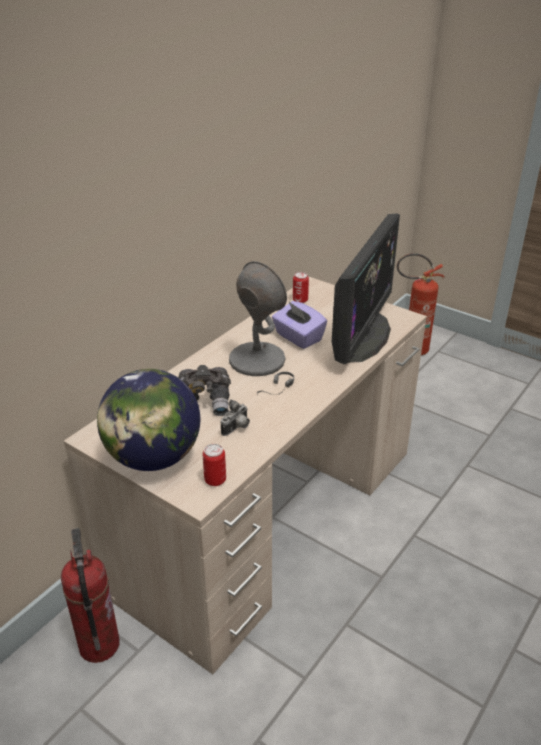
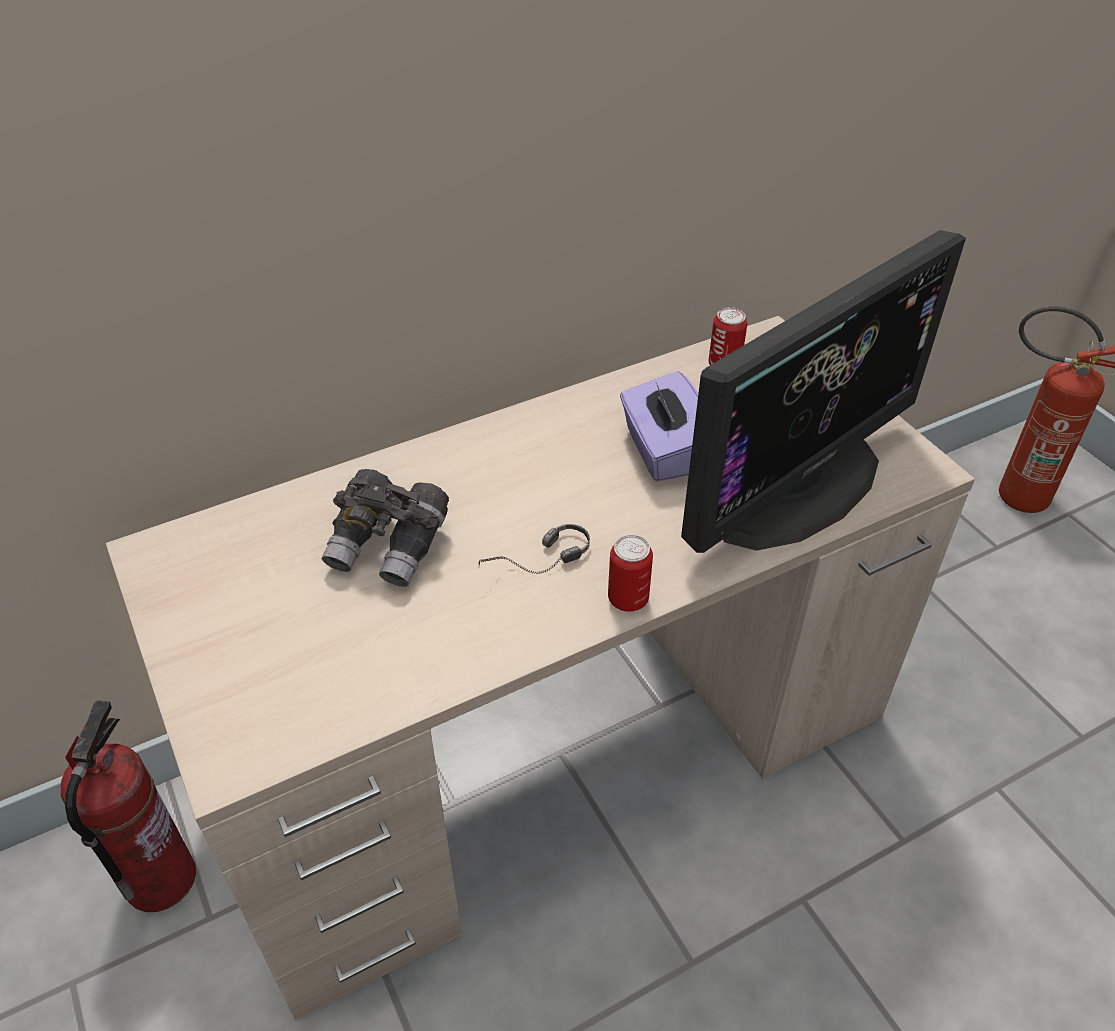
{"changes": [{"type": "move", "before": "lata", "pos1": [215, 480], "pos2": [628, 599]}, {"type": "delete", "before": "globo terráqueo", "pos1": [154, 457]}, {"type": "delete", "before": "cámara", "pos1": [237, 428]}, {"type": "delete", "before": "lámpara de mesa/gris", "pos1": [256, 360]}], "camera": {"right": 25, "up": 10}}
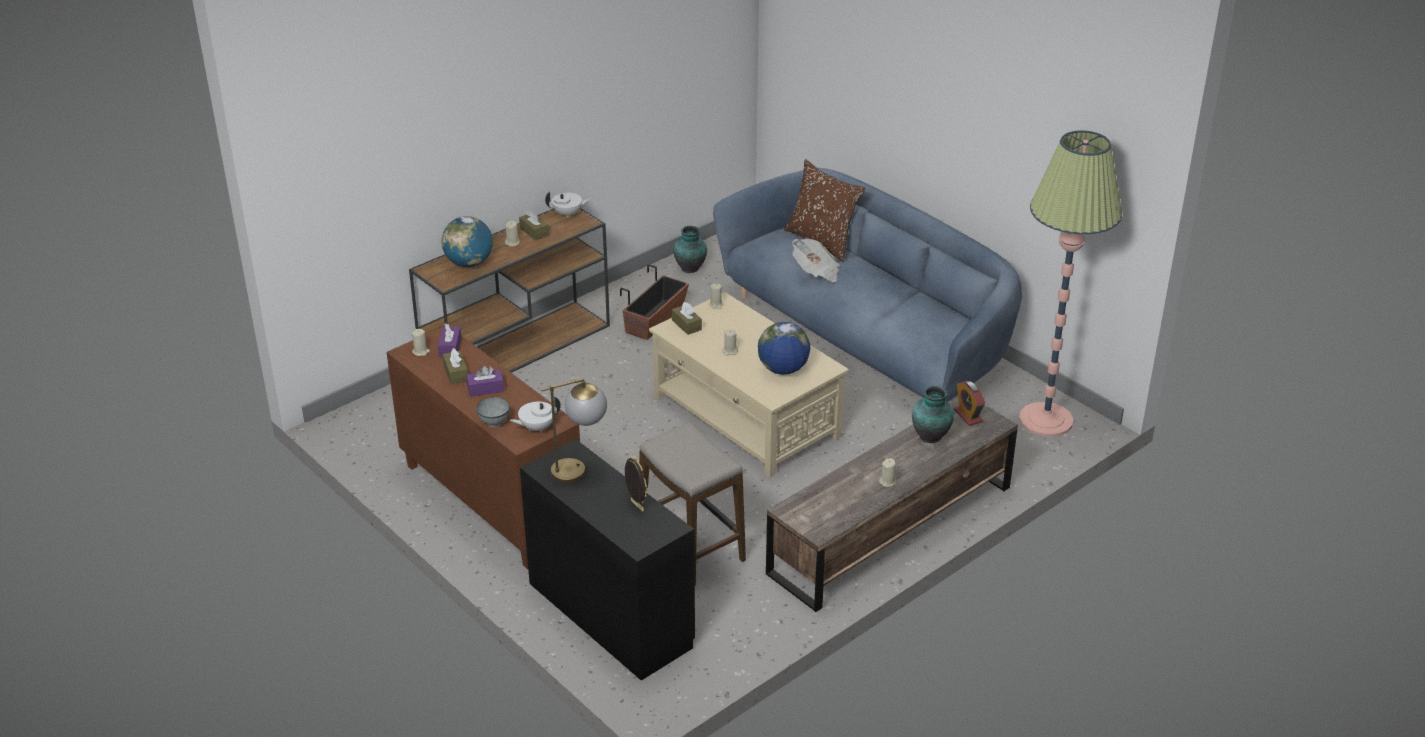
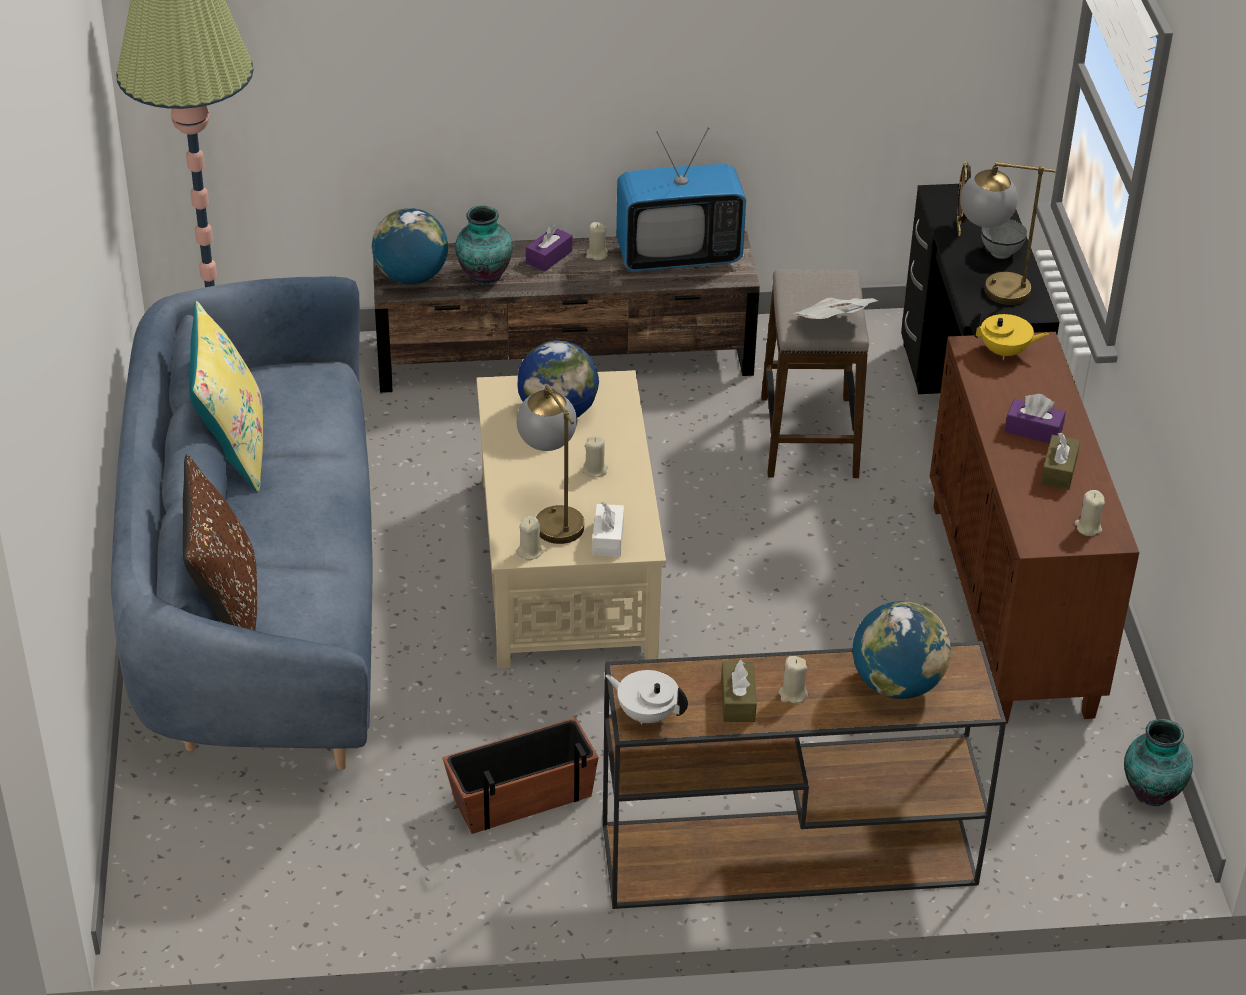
{"changes": [{"type": "insert", "after": "cojín/amarillo", "pos2": [232, 447]}, {"type": "replace", "before": "despertador", "after": "globo terráqueo", "pos1": [968, 416], "pos2": [411, 277]}, {"type": "insert", "after": "lámpara de mesa", "pos2": [551, 516]}, {"type": "move", "before": "caja de pañuelos/morado", "pos1": [450, 347], "pos2": [549, 257]}, {"type": "recolor", "before": "caja de pañuelos/marrón", "after": "caja de pañuelos/blanco", "pos1": [686, 325], "pos2": [608, 538]}, {"type": "insert", "after": "televisor", "pos2": [678, 255]}, {"type": "move", "before": "periódico", "pos1": [816, 272], "pos2": [833, 325]}, {"type": "recolor", "before": "tetera/blanco", "after": "tetera/amarillo", "pos1": [536, 427], "pos2": [1005, 352]}, {"type": "move", "before": "cuenco/gris", "pos1": [494, 422], "pos2": [1001, 252]}, {"type": "move", "before": "florero", "pos1": [691, 268], "pos2": [1150, 792]}], "camera": {"right": -145, "up": 5}}
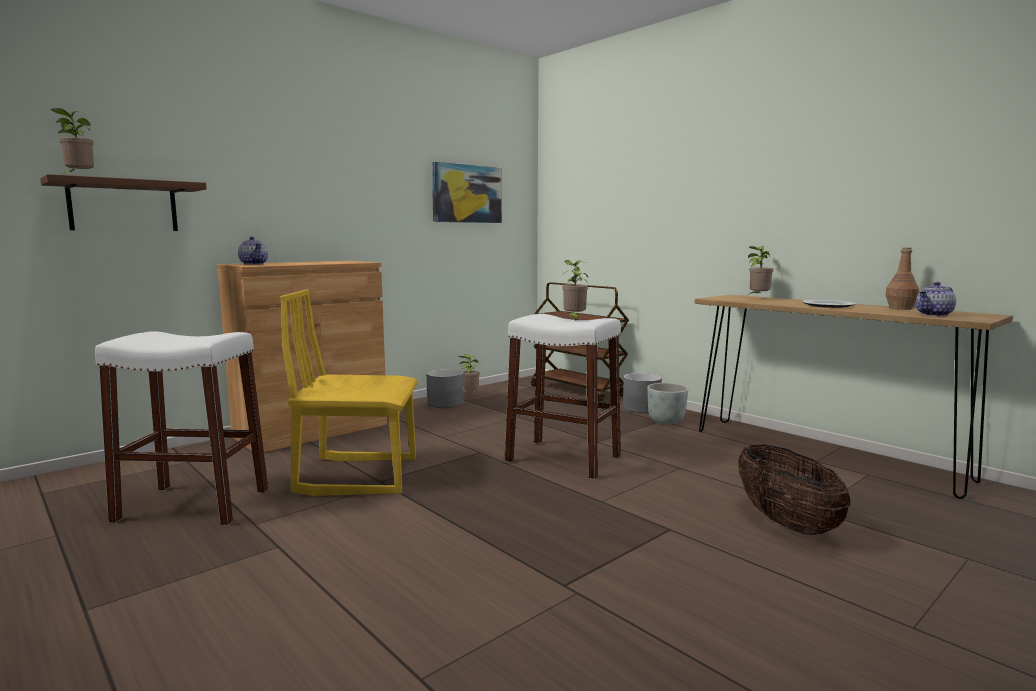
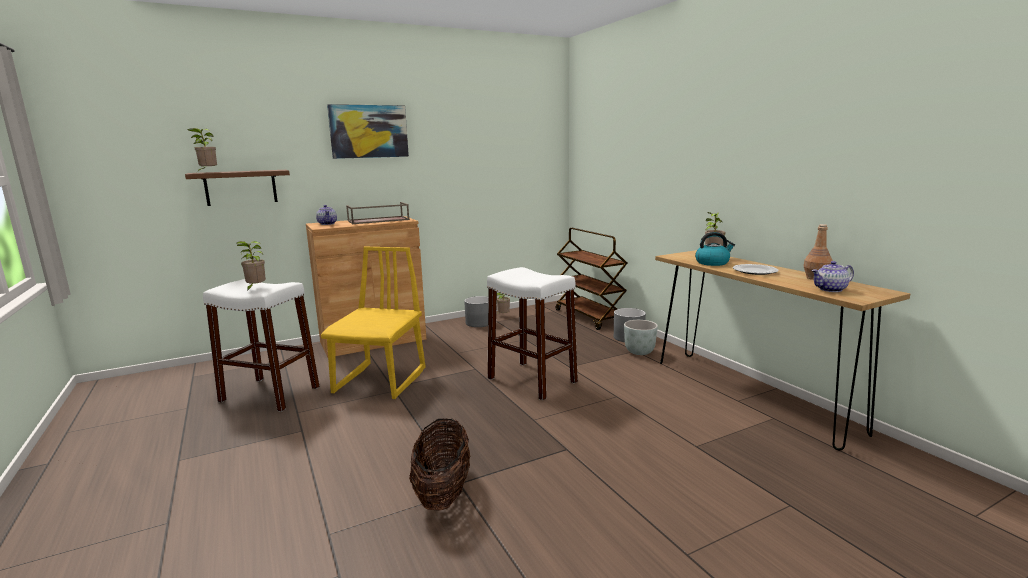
{"changes": [{"type": "move", "before": "planta en maceta", "pos1": [574, 319], "pos2": [255, 289]}, {"type": "rotate", "before": "silla/amarillo", "pos1": [358, 475], "pos2": [381, 381], "turn": 90}, {"type": "move", "before": "cuadro", "pos1": [467, 194], "pos2": [369, 131]}, {"type": "insert", "after": "bandeja/marrón", "pos2": [378, 220]}, {"type": "move", "before": "cesta", "pos1": [786, 523], "pos2": [443, 492]}, {"type": "insert", "after": "hervidor", "pos2": [712, 263]}], "camera": {"right": 15, "up": 5}}
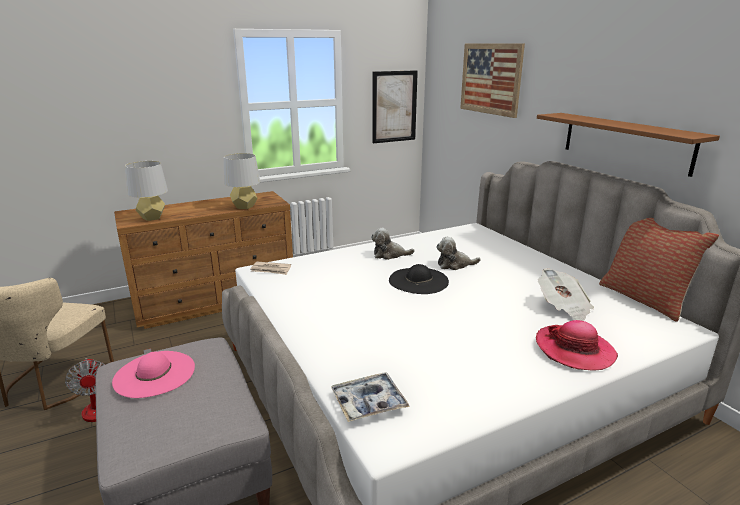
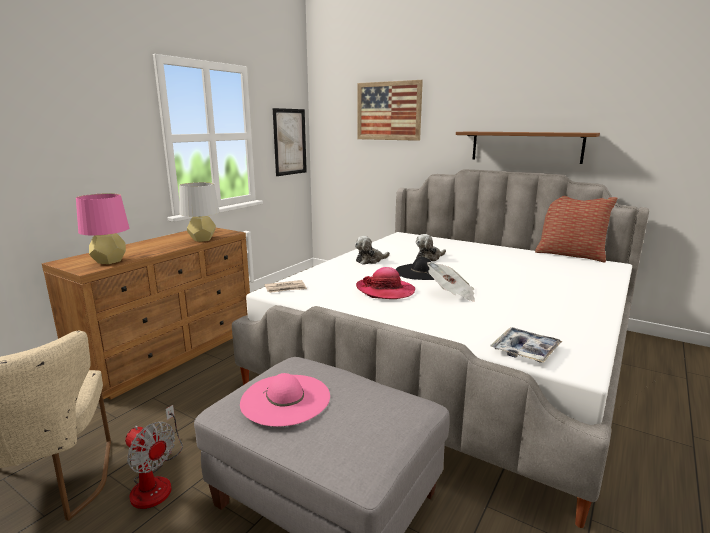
{"changes": [{"type": "recolor", "before": "lámpara de mesa/gris", "after": "lámpara de mesa/rosa", "pos1": [152, 218], "pos2": [109, 261]}, {"type": "move", "before": "sombrero", "pos1": [574, 350], "pos2": [385, 290]}, {"type": "move", "before": "periódico", "pos1": [563, 308], "pos2": [451, 294]}], "camera": {"right": -30, "up": -5}}
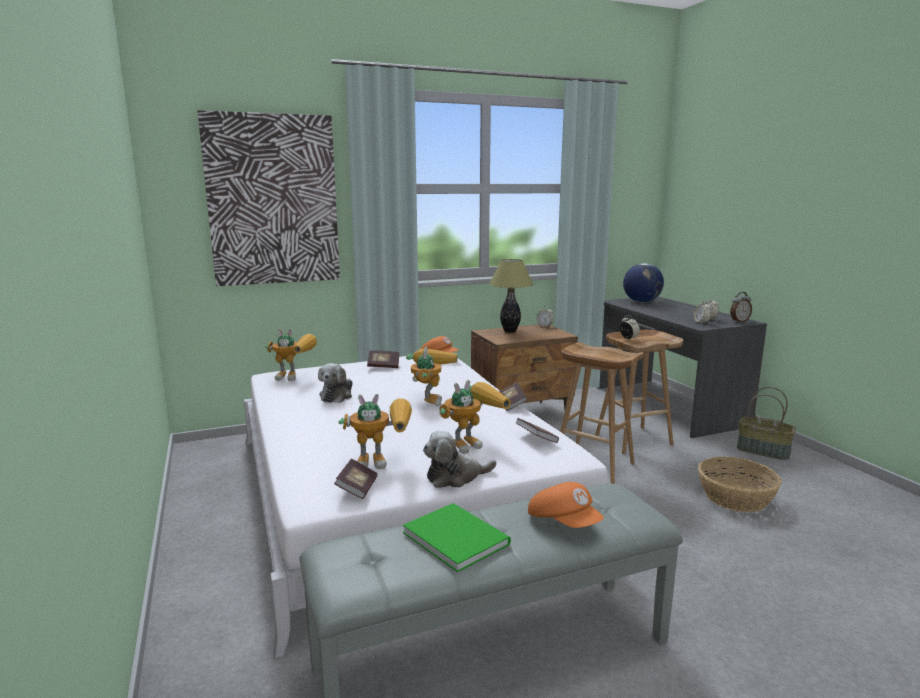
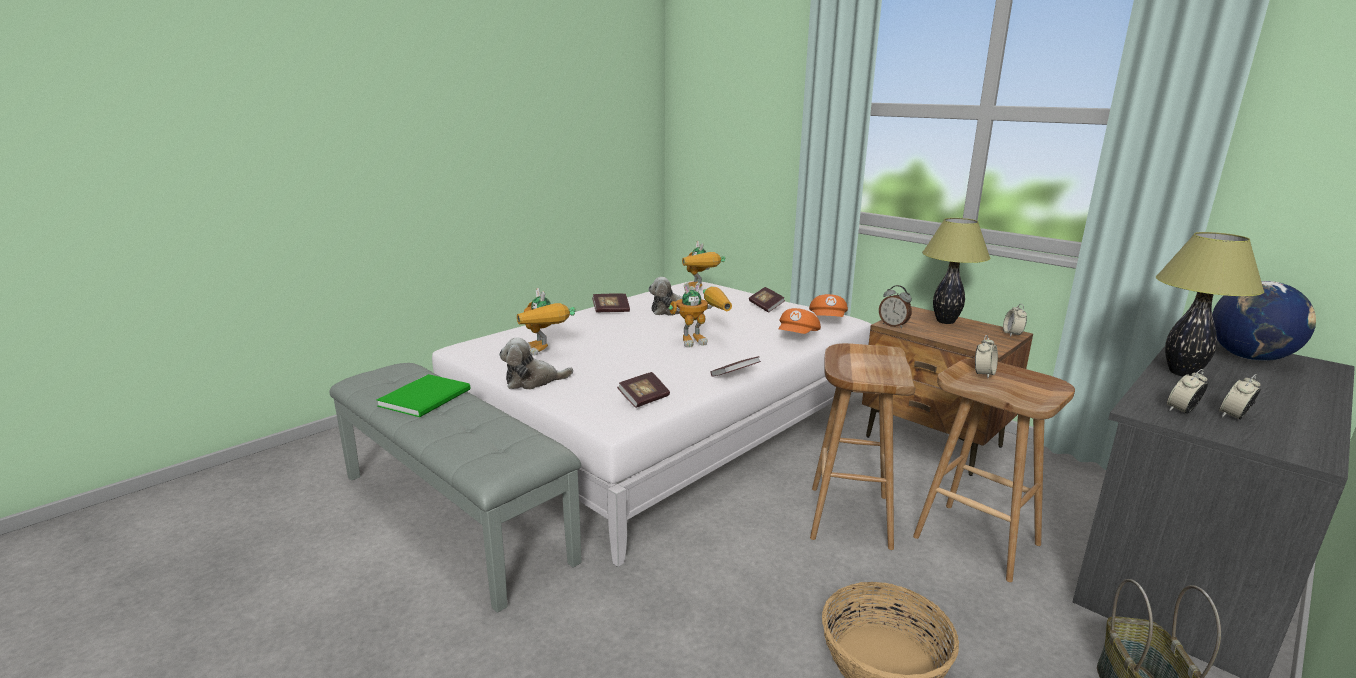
{"changes": [{"type": "rotate", "before": "peluche", "pos1": [455, 477], "pos2": [533, 381], "turn": -60}, {"type": "move", "before": "libro", "pos1": [357, 489], "pos2": [611, 310]}, {"type": "move", "before": "gorra/naranja", "pos1": [564, 522], "pos2": [798, 336]}, {"type": "move", "before": "despertador", "pos1": [739, 321], "pos2": [893, 325]}, {"type": "insert", "after": "lámpara de mesa", "pos2": [1182, 373]}, {"type": "delete", "before": "cuadro", "pos1": [273, 200]}, {"type": "delete", "before": "robot de juguete", "pos1": [472, 443]}], "camera": {"right": 65, "up": 5}}
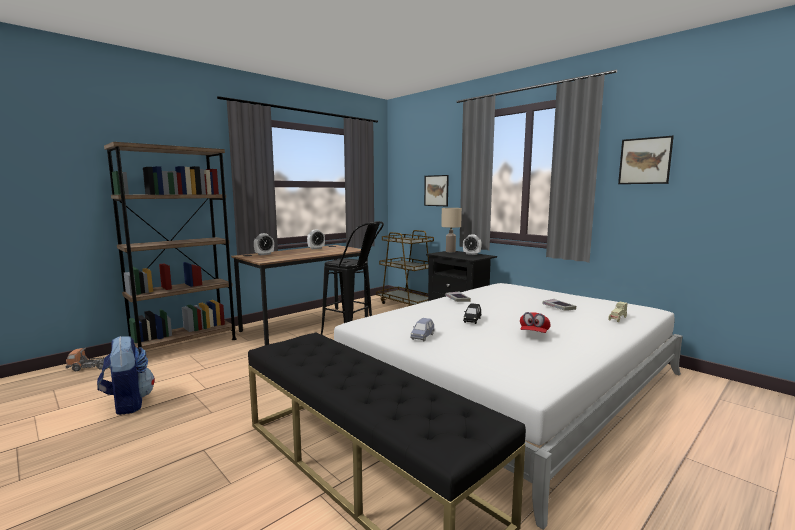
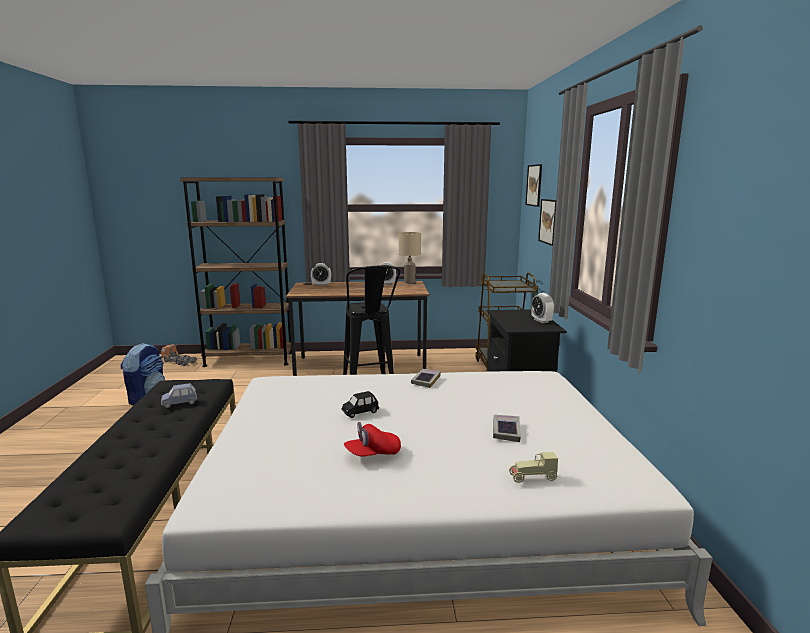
{"changes": [{"type": "move", "before": "coche de juguete/azul", "pos1": [422, 337], "pos2": [179, 403]}, {"type": "move", "before": "lámpara de mesa/beis", "pos1": [451, 251], "pos2": [409, 282]}, {"type": "move", "before": "cuadro", "pos1": [645, 161], "pos2": [534, 185]}], "camera": {"right": 40, "up": 5}}
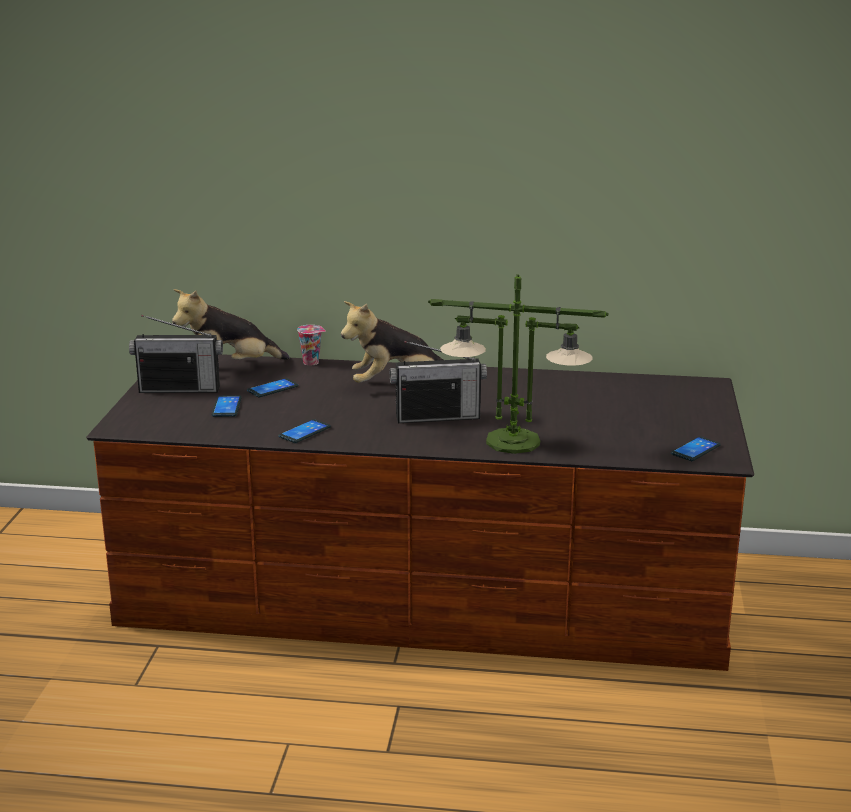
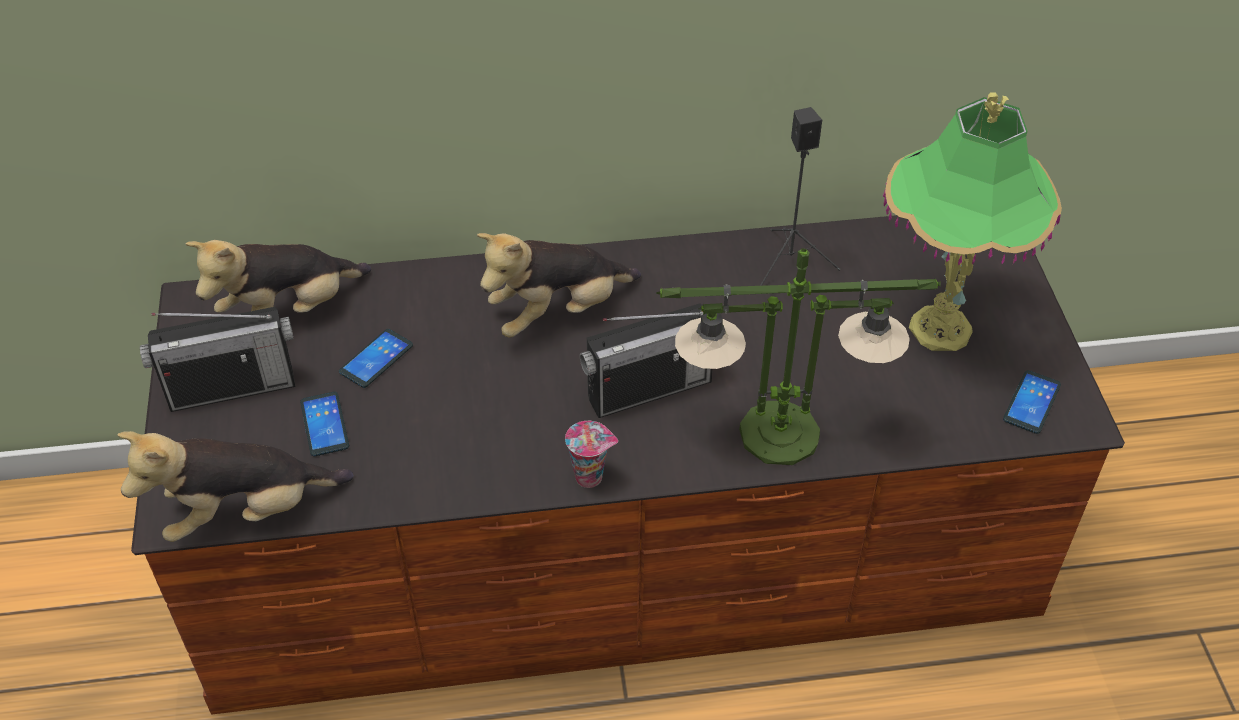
{"changes": [{"type": "insert", "after": "peluche", "pos2": [246, 513]}, {"type": "move", "before": "taza", "pos1": [312, 362], "pos2": [591, 476]}, {"type": "insert", "after": "altavoz/negro", "pos2": [791, 262]}, {"type": "insert", "after": "lámpara de mesa", "pos2": [939, 328]}, {"type": "delete", "before": "móvil", "pos1": [304, 432]}], "camera": {"right": -15, "up": 25}}
